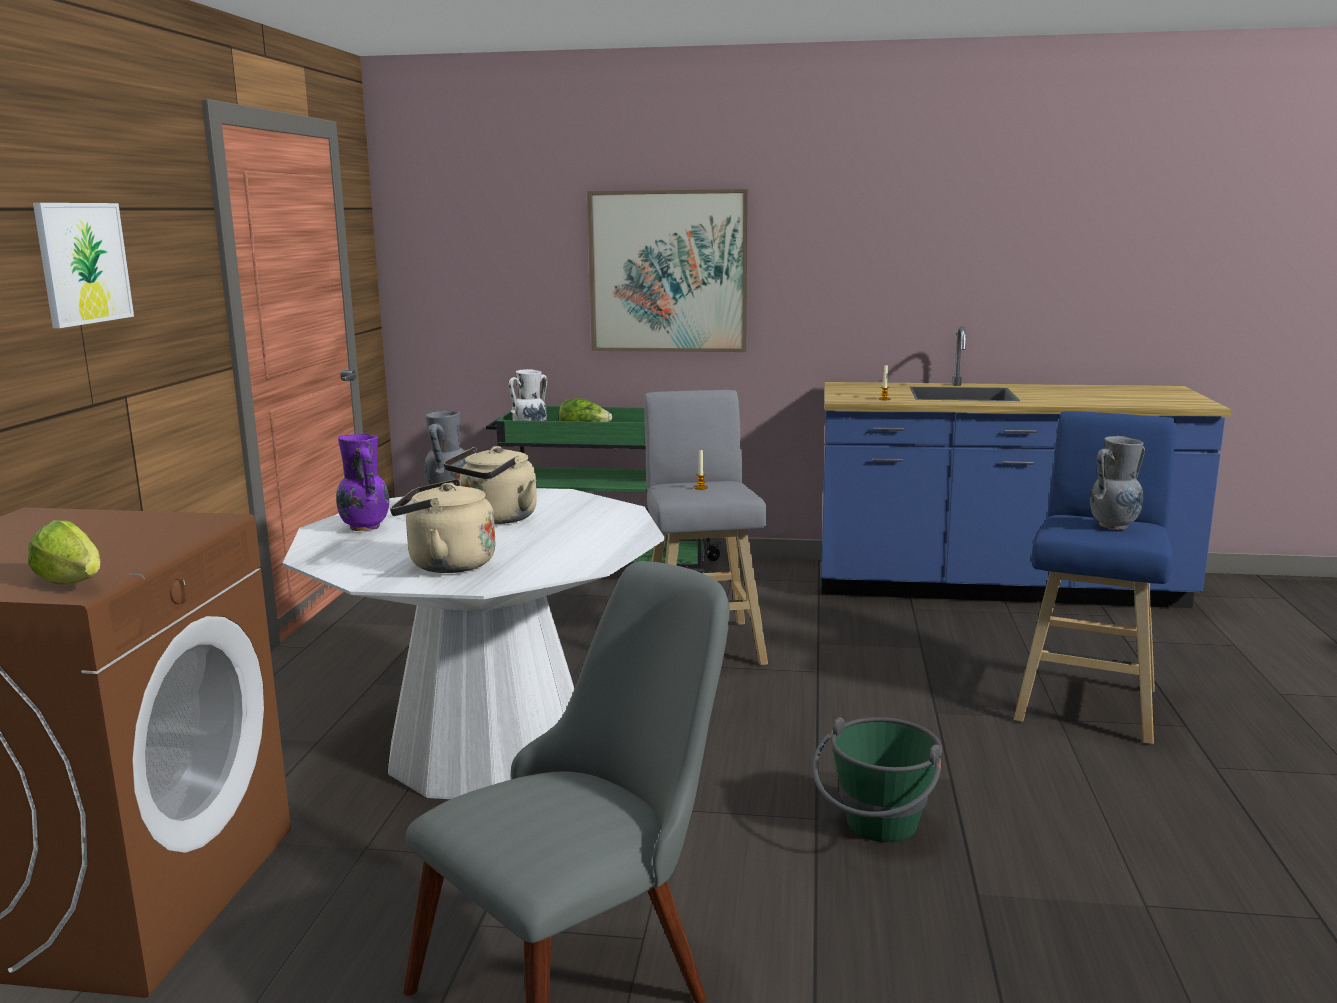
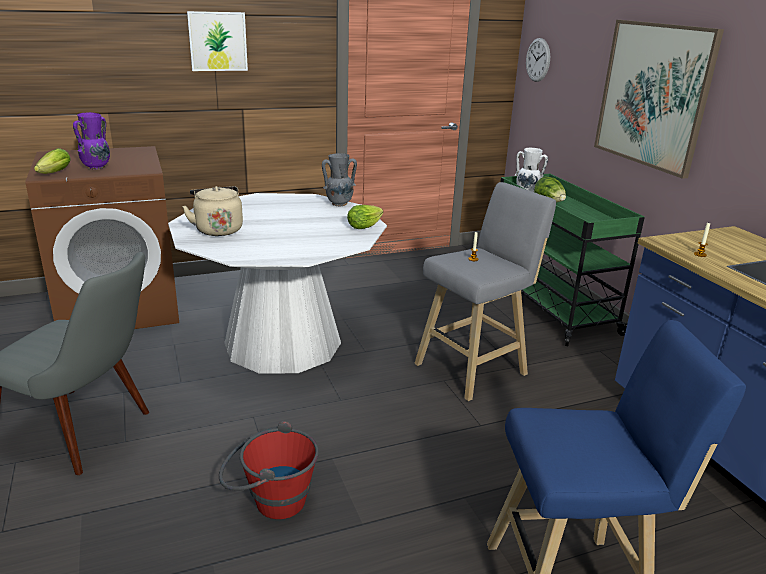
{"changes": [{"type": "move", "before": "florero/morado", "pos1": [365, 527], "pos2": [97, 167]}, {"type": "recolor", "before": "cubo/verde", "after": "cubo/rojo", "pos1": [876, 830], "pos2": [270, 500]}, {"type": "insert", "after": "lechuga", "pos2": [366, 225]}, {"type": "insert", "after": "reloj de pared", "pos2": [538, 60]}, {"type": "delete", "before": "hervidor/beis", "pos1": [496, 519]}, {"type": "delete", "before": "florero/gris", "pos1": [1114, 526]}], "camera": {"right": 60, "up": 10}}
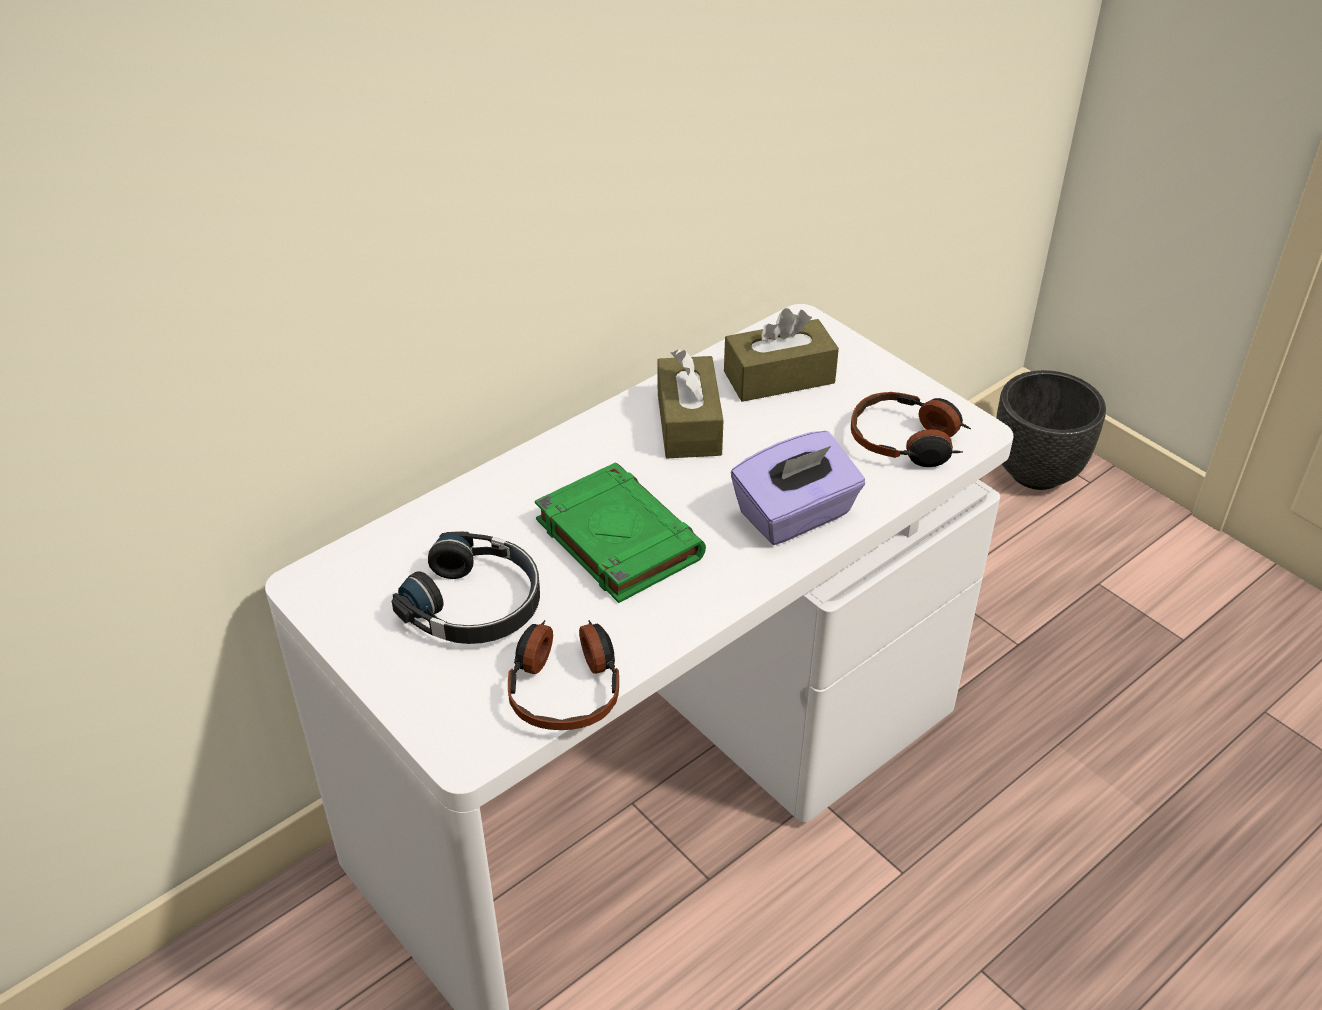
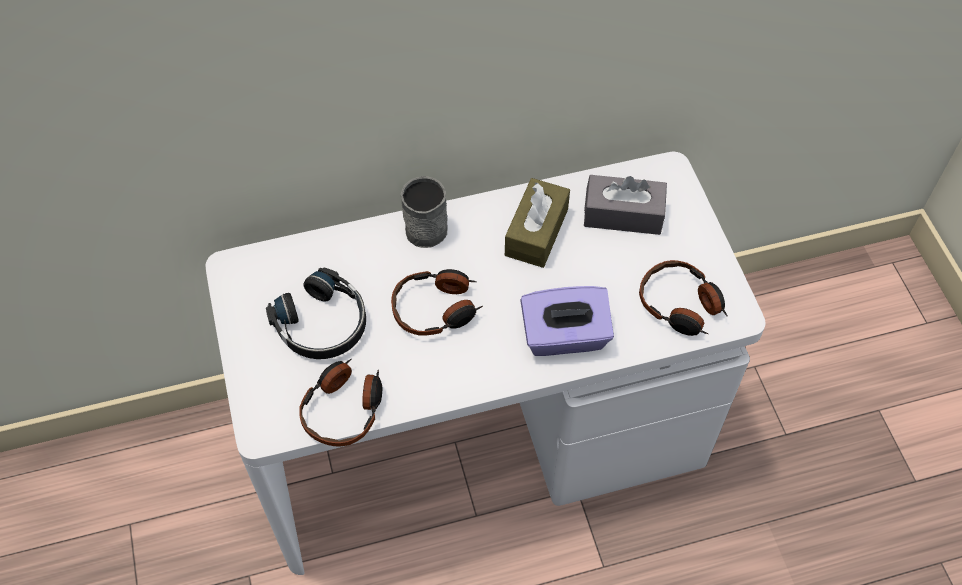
{"changes": [{"type": "replace", "before": "libro/verde", "after": "auriculares", "pos1": [617, 539], "pos2": [436, 309]}, {"type": "insert", "after": "taza grande/gris", "pos2": [425, 224]}, {"type": "recolor", "before": "caja de pañuelos/marrón", "after": "caja de pañuelos/gris", "pos1": [779, 377], "pos2": [623, 214]}, {"type": "delete", "before": "maceta/negro", "pos1": [1036, 474]}], "camera": {"right": 25, "up": 15}}
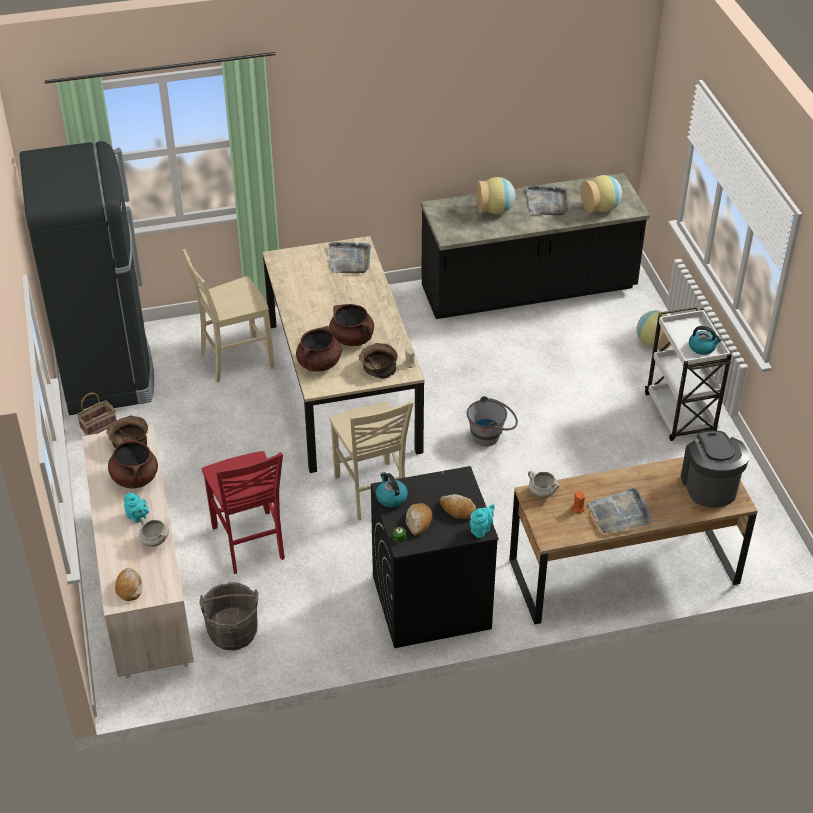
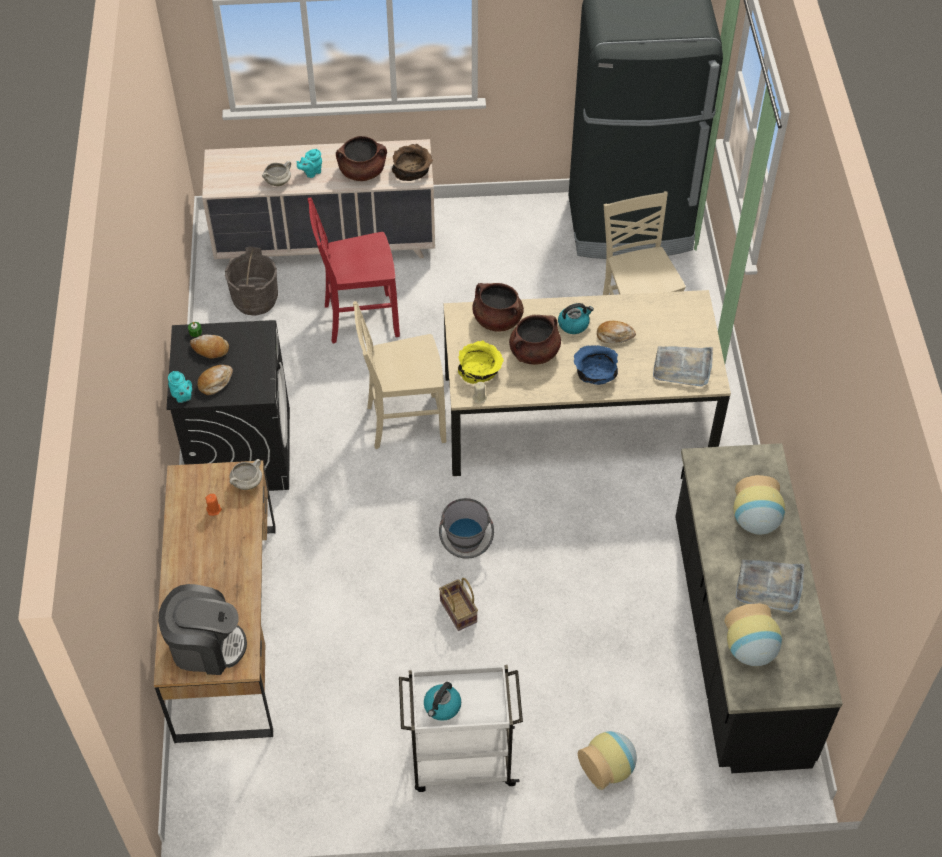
{"changes": [{"type": "move", "before": "cesta", "pos1": [99, 425], "pos2": [459, 612]}, {"type": "recolor", "before": "cuenco/marrón", "after": "cuenco/amarillo", "pos1": [378, 367], "pos2": [480, 370]}, {"type": "move", "before": "hervidor", "pos1": [391, 497], "pos2": [574, 324]}, {"type": "insert", "after": "cuenco/azul", "pos2": [594, 373]}, {"type": "move", "before": "pan", "pos1": [129, 587], "pos2": [614, 335]}, {"type": "delete", "before": "bandeja/gris", "pos1": [619, 514]}], "camera": {"right": 100, "up": 10}}
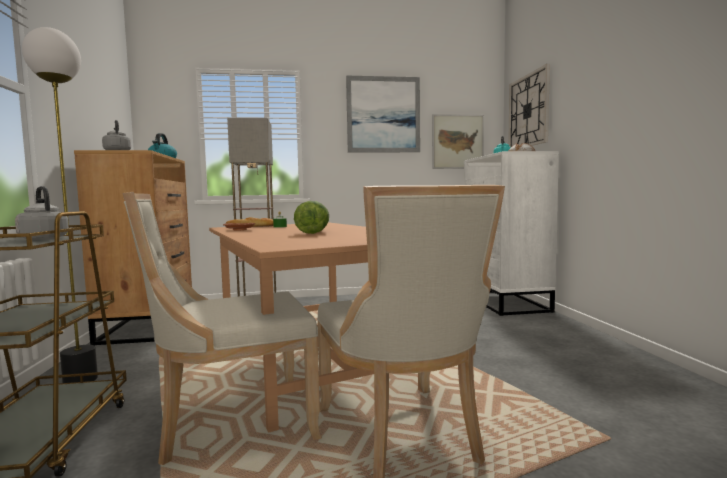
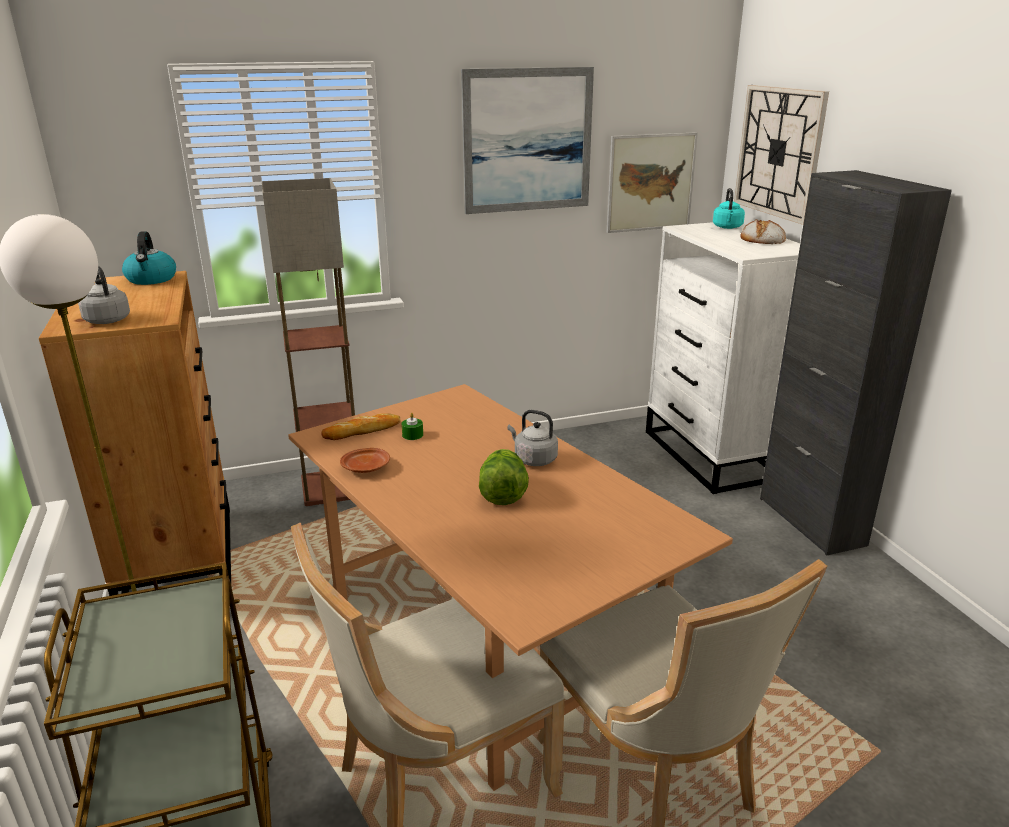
{"changes": [{"type": "move", "before": "hervidor/gris", "pos1": [43, 238], "pos2": [533, 459]}, {"type": "insert", "after": "armario/negro", "pos2": [811, 521]}], "camera": {"right": -10, "up": 20}}
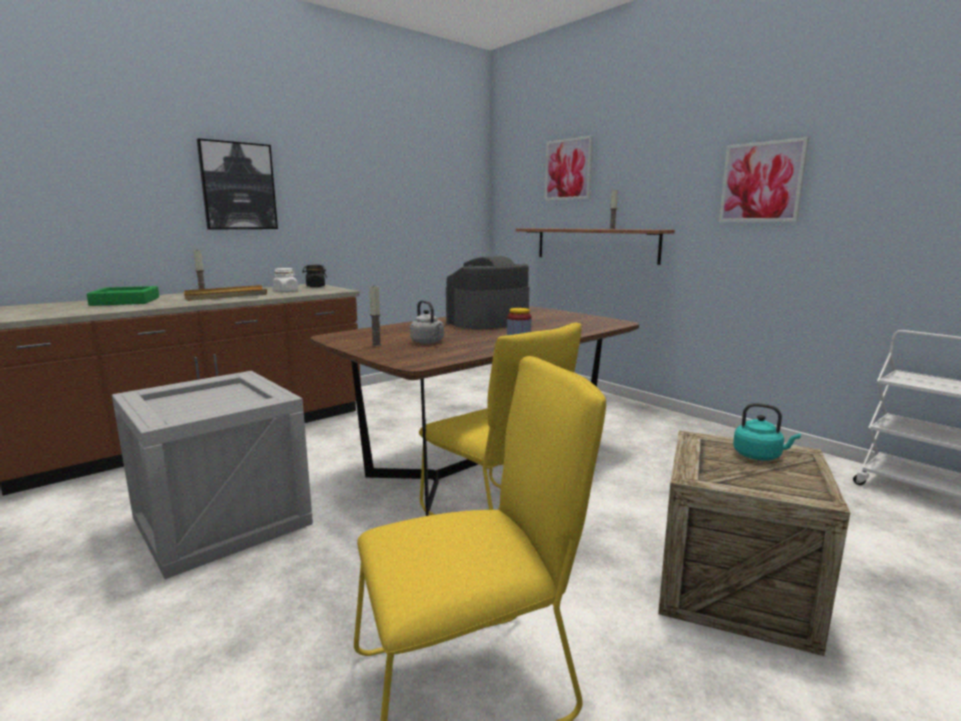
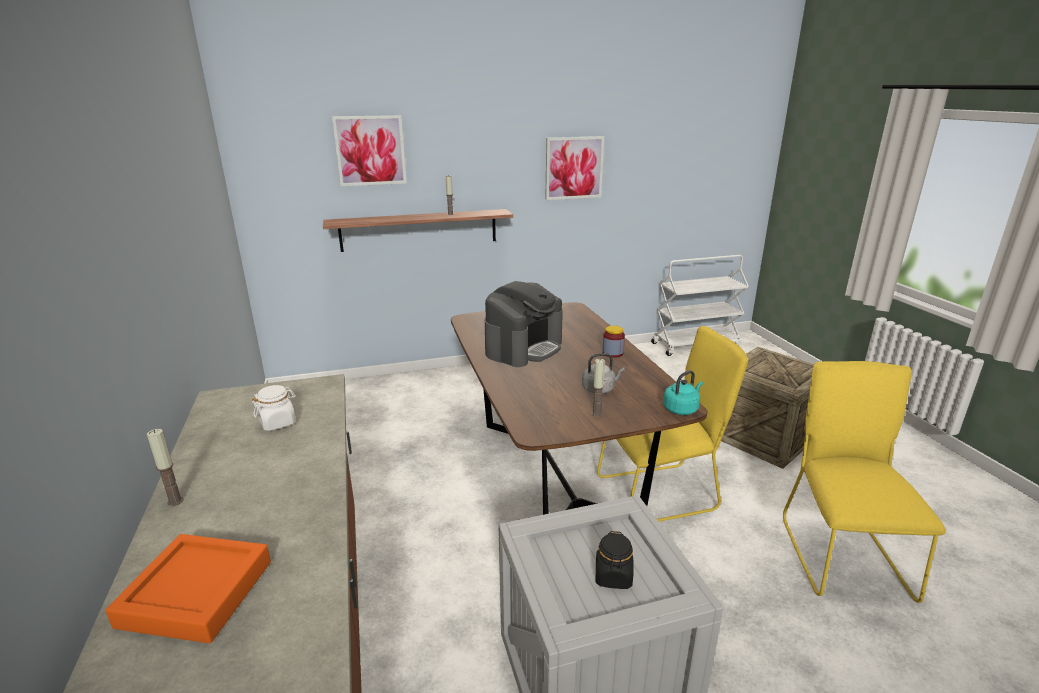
{"changes": [{"type": "recolor", "before": "bandeja/verde", "after": "bandeja/naranja", "pos1": [125, 301], "pos2": [197, 593]}, {"type": "rotate", "before": "cafetera", "pos1": [488, 322], "pos2": [524, 348], "turn": -135}, {"type": "move", "before": "tarro/negro", "pos1": [315, 286], "pos2": [613, 576]}, {"type": "move", "before": "hervidor/turquesa", "pos1": [759, 456], "pos2": [681, 409]}, {"type": "delete", "before": "bandeja/beis", "pos1": [225, 296]}, {"type": "delete", "before": "cuadro", "pos1": [238, 186]}], "camera": {"right": -65, "up": 10}}
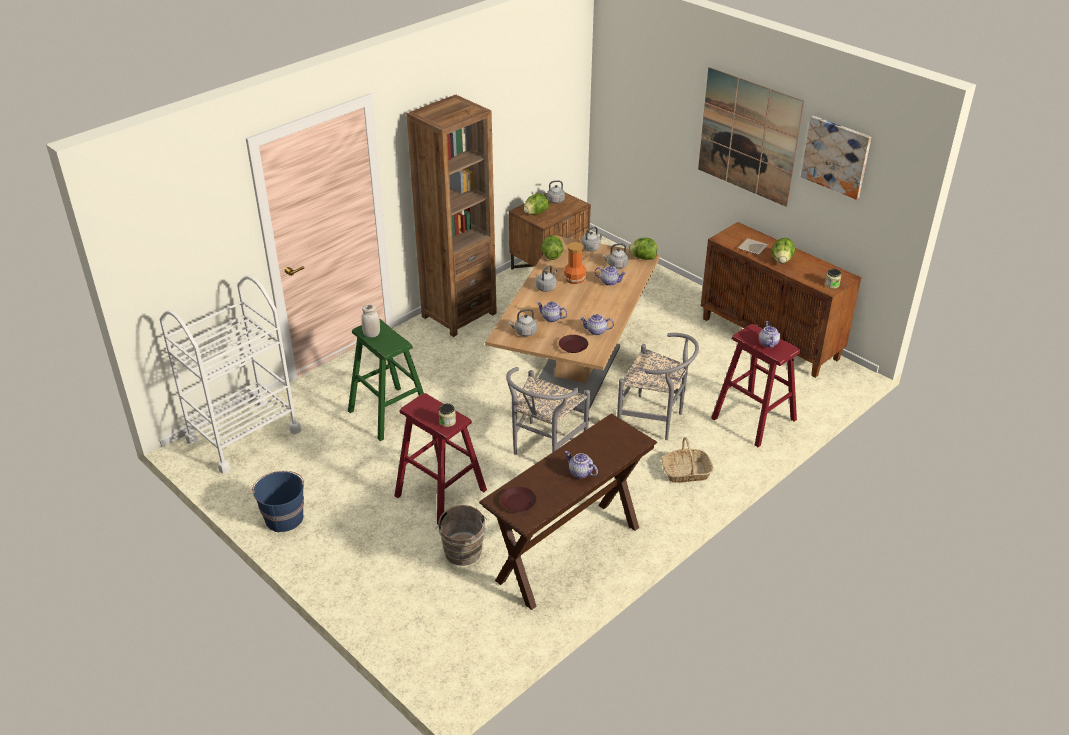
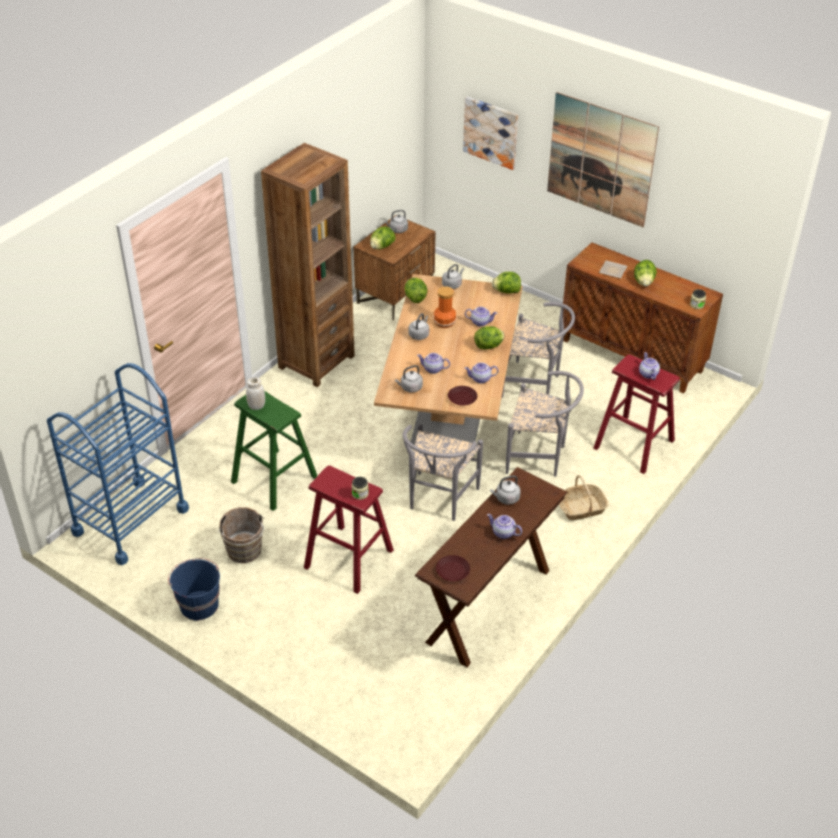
{"changes": [{"type": "recolor", "before": "carrito/blanco", "after": "carrito/azul", "pos1": [243, 435], "pos2": [130, 521]}, {"type": "move", "before": "cubo/marrón", "pos1": [463, 554], "pos2": [244, 552]}, {"type": "move", "before": "cuadro", "pos1": [836, 156], "pos2": [491, 132]}, {"type": "insert", "after": "lechuga", "pos2": [489, 346]}, {"type": "move", "before": "hervidor/gris", "pos1": [616, 265], "pos2": [506, 498]}, {"type": "insert", "after": "silla/gris", "pos2": [535, 385]}], "camera": {"right": -10, "up": 5}}
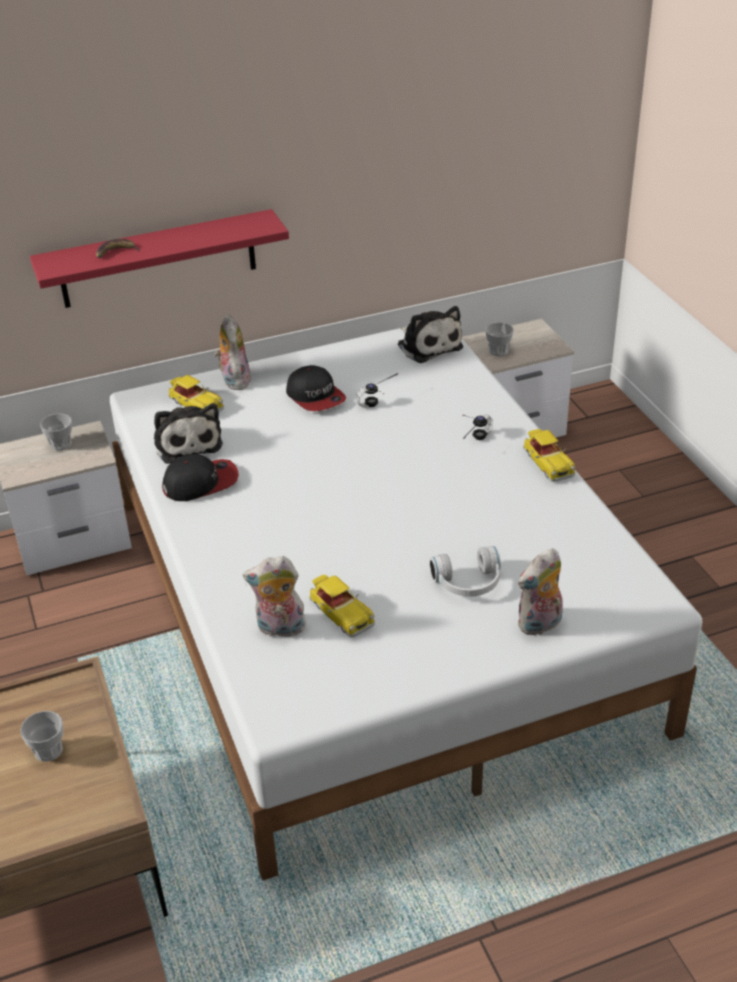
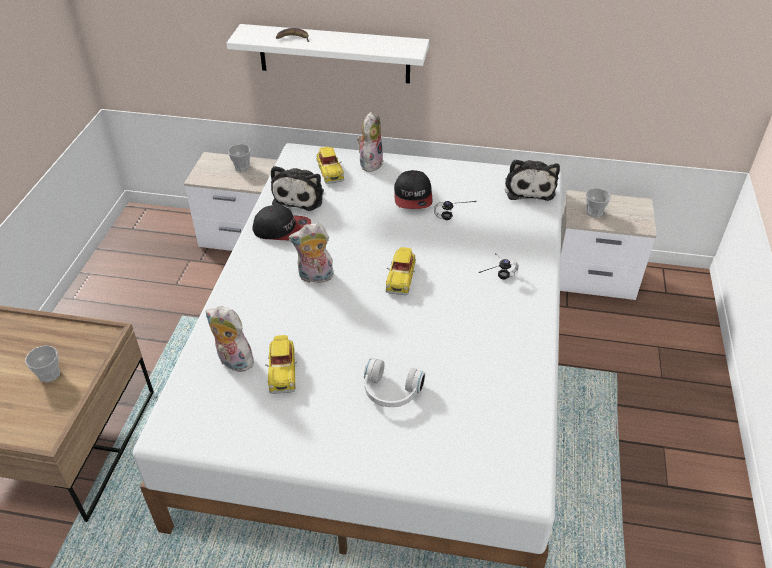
{"changes": [{"type": "recolor", "before": "estante/rojo", "after": "estante/blanco", "pos1": [158, 259], "pos2": [334, 54]}, {"type": "move", "before": "peluche", "pos1": [540, 625], "pos2": [315, 277]}, {"type": "move", "before": "coche de juguete", "pos1": [547, 463], "pos2": [401, 277]}], "camera": {"right": 30, "up": 5}}
